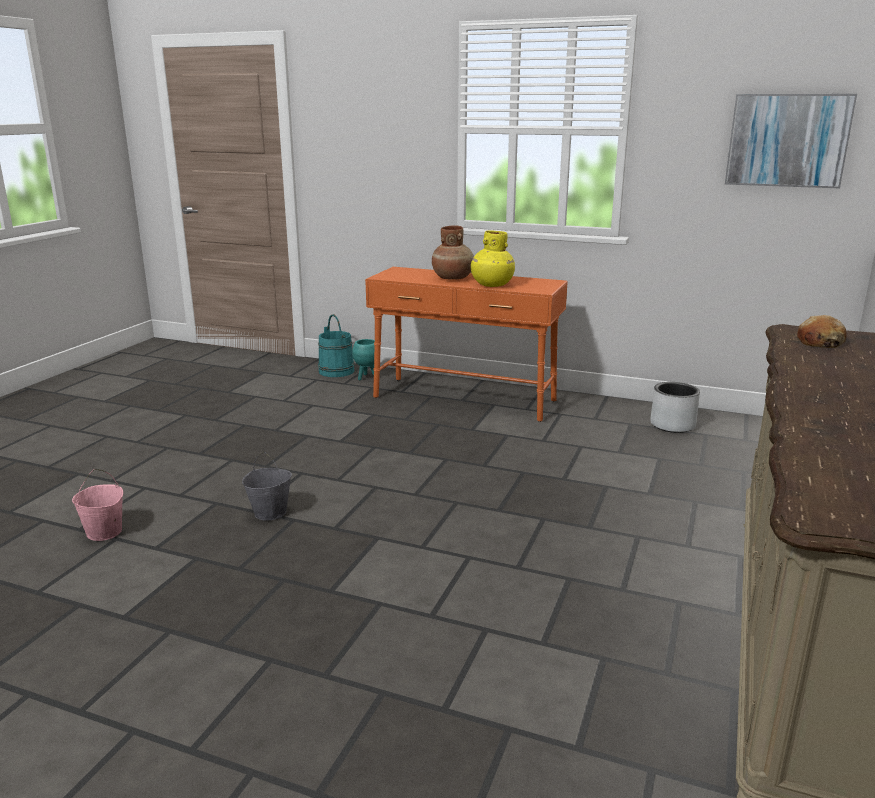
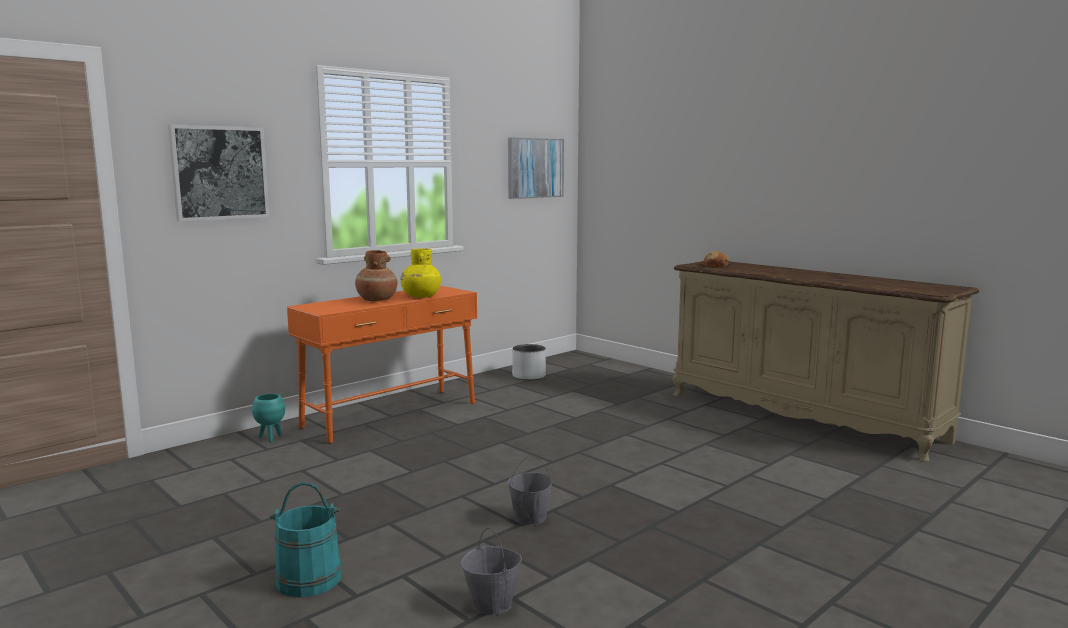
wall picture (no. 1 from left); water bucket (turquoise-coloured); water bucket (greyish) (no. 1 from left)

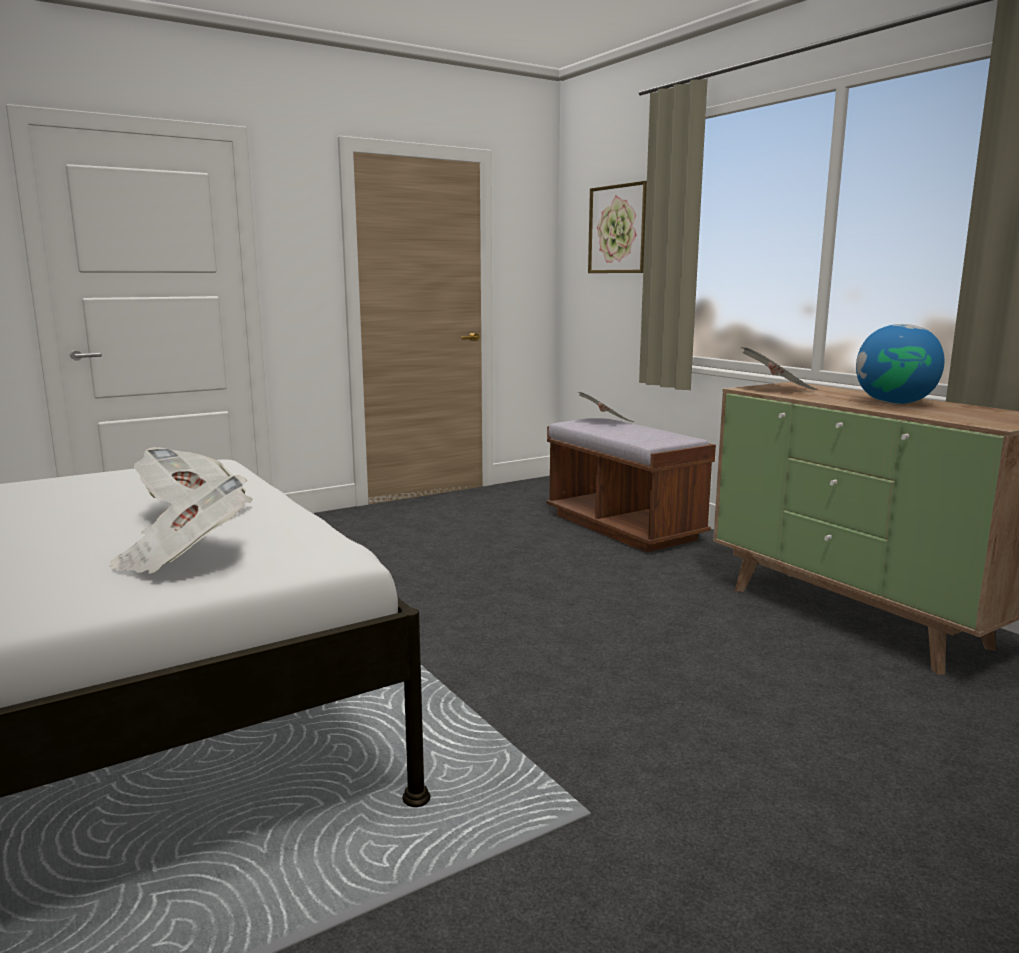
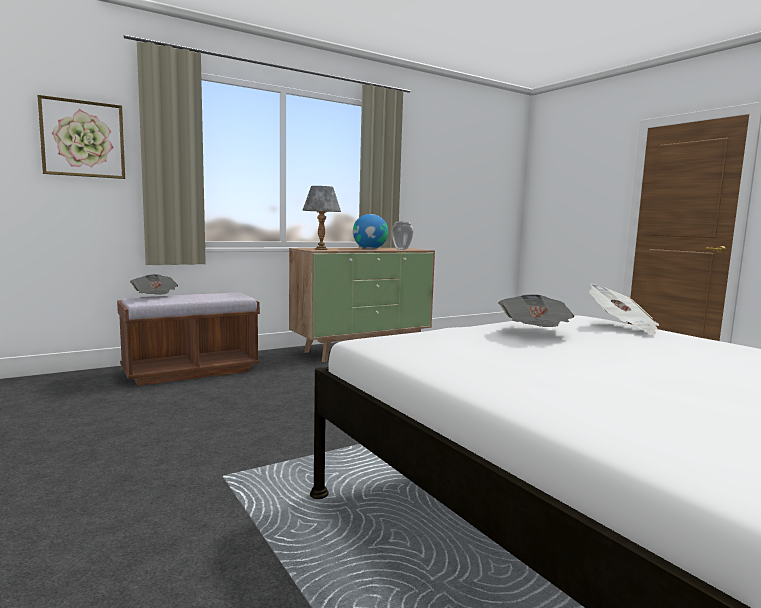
table lamp (greyish); vase

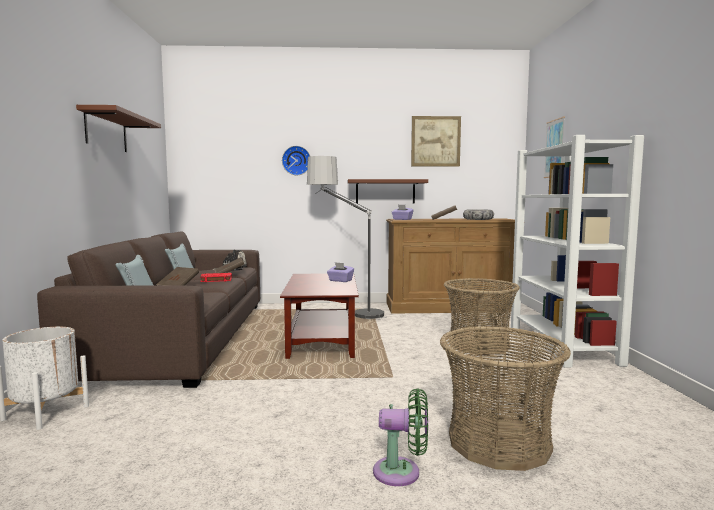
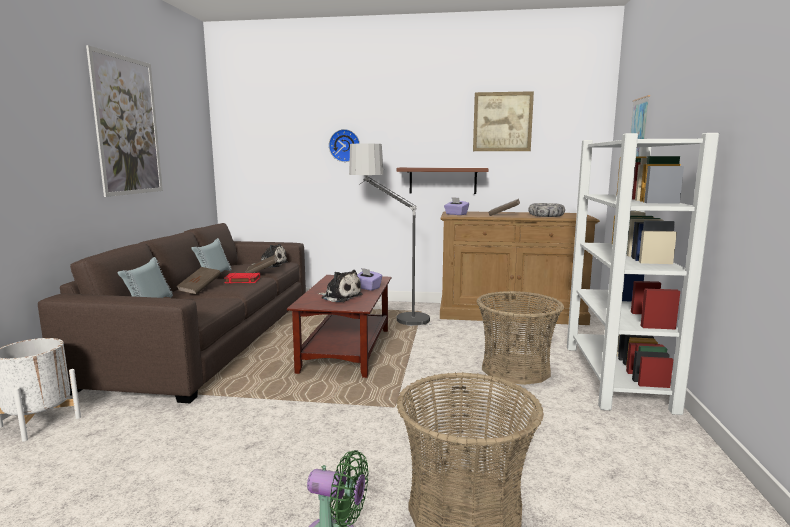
wall picture (no. 1 from left); cuddly toy (no. 2 from left)

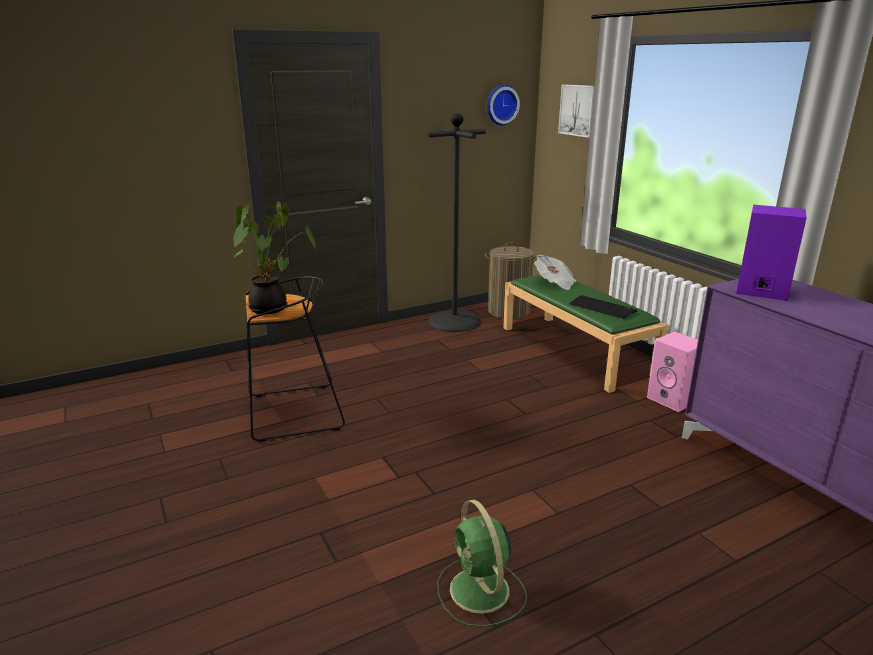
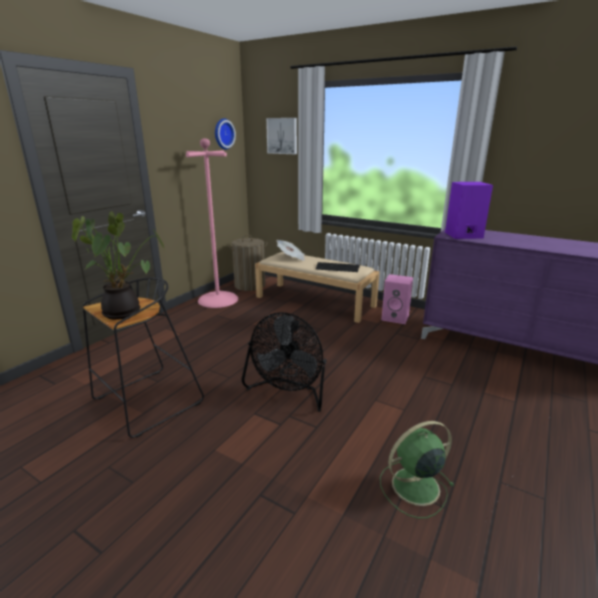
clothes rack (pinkish); electric fan (black); long seat (beige-coloured); electric fan (greenish)

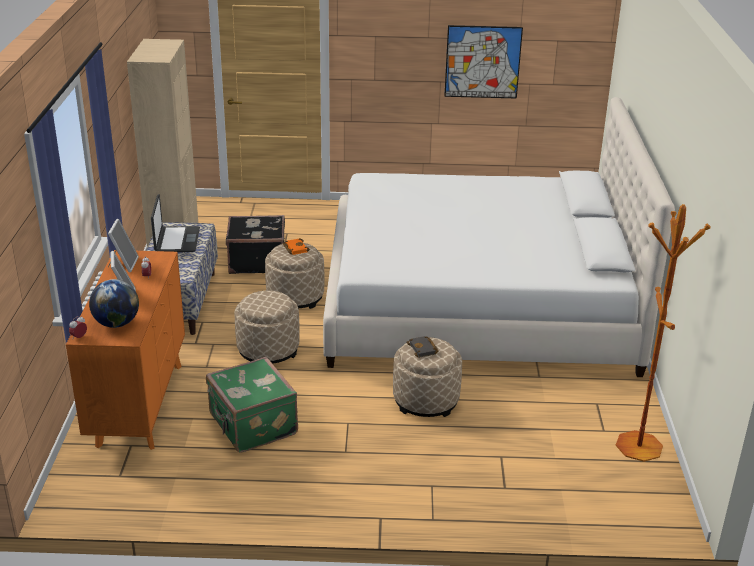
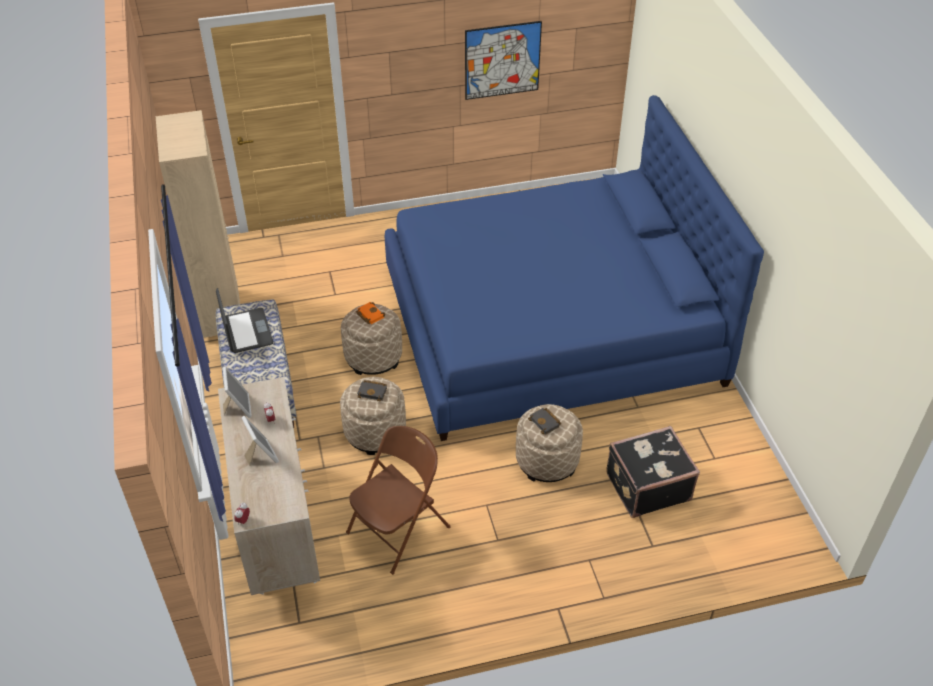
drawer chest (white-coloured); chair (brown-coloured); bound book (black) (no. 1 from left); sleeping bed (blue); travel case (black); desk globe; clothes rack (orange)

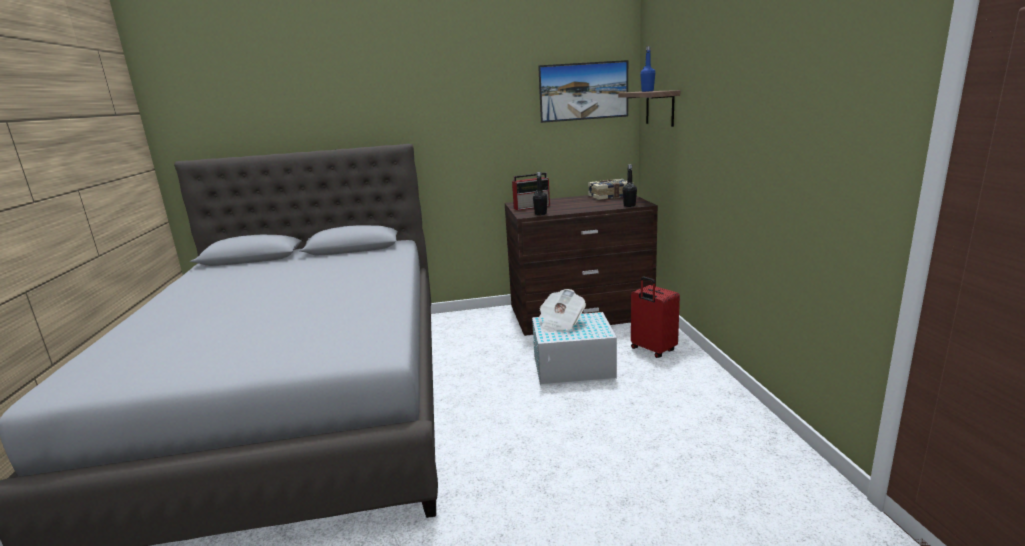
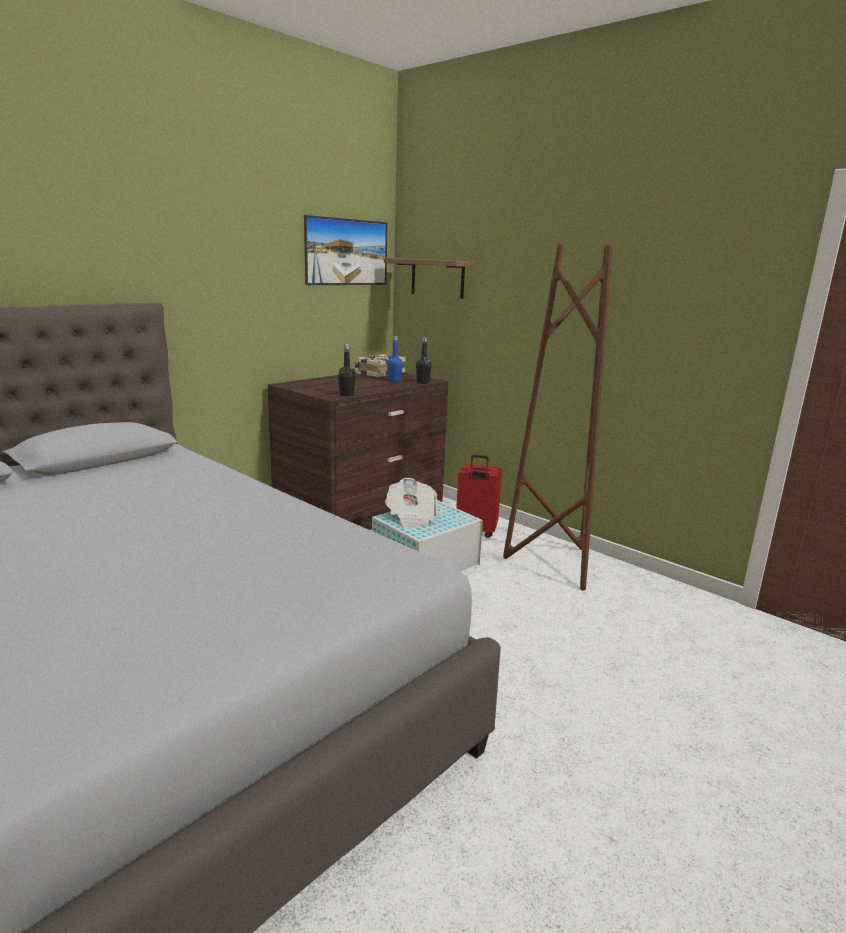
drink bottle (blue); clothes rack (brown-coloured); radio

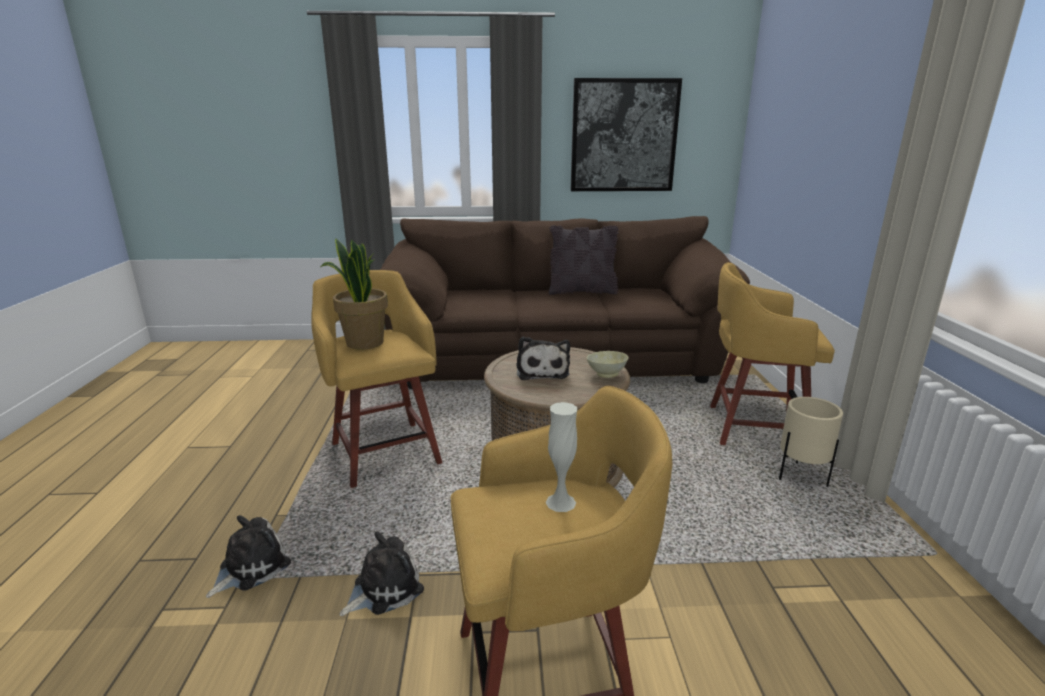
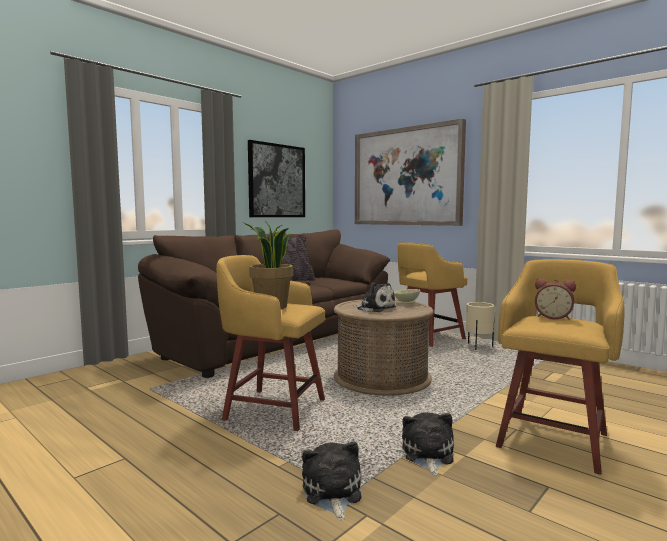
wall picture (no. 2 from left); bedside clock

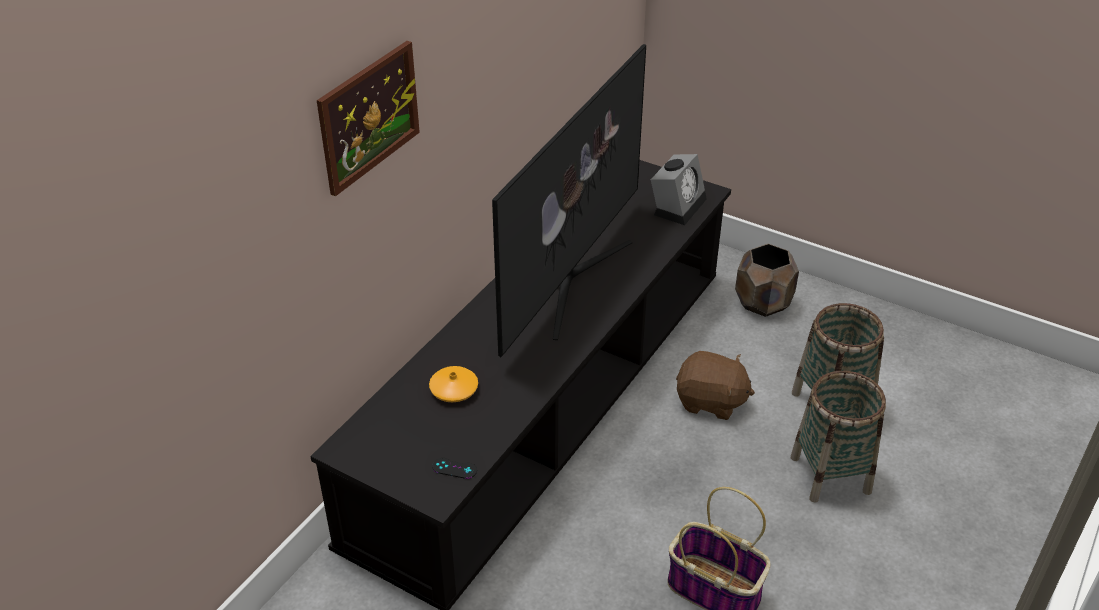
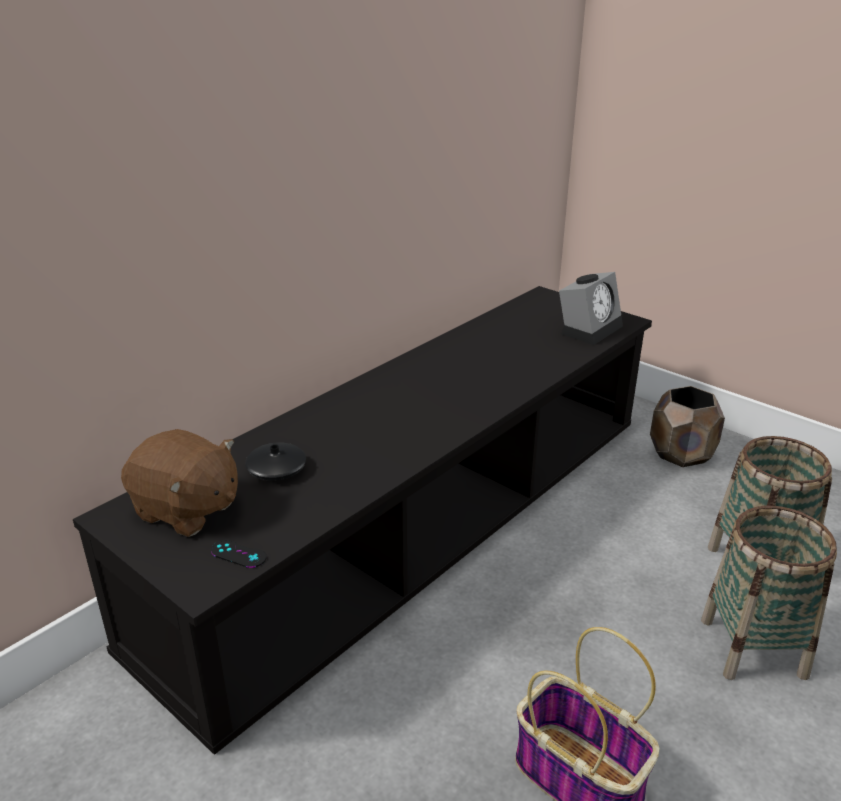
cuddly toy (brown-coloured); vase (black); wall picture; TV set

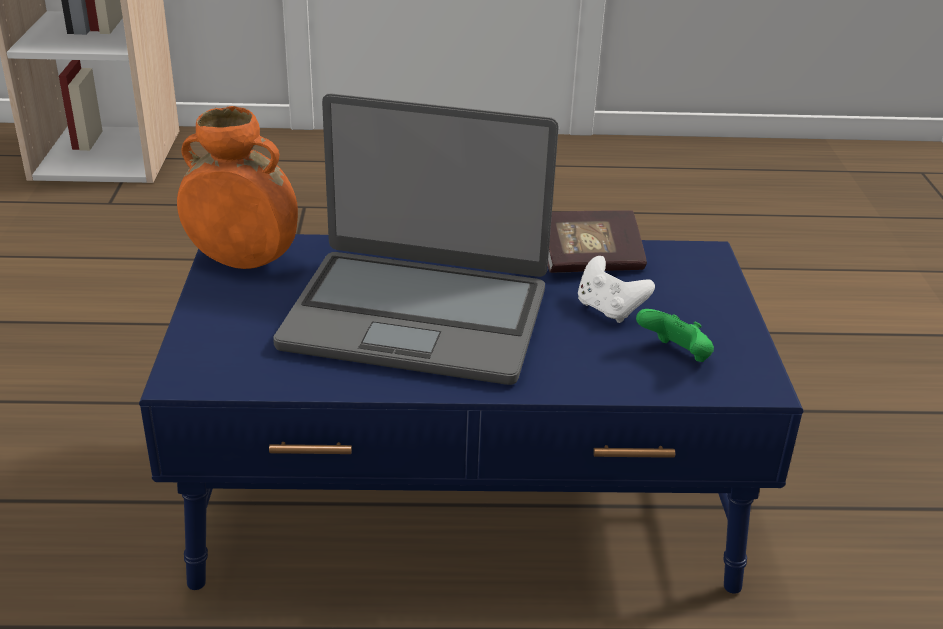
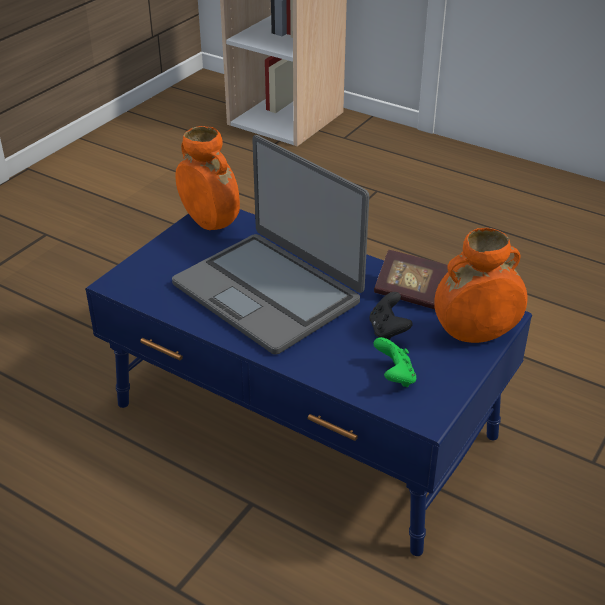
joypad (black); vase (orange) (no. 2 from left)

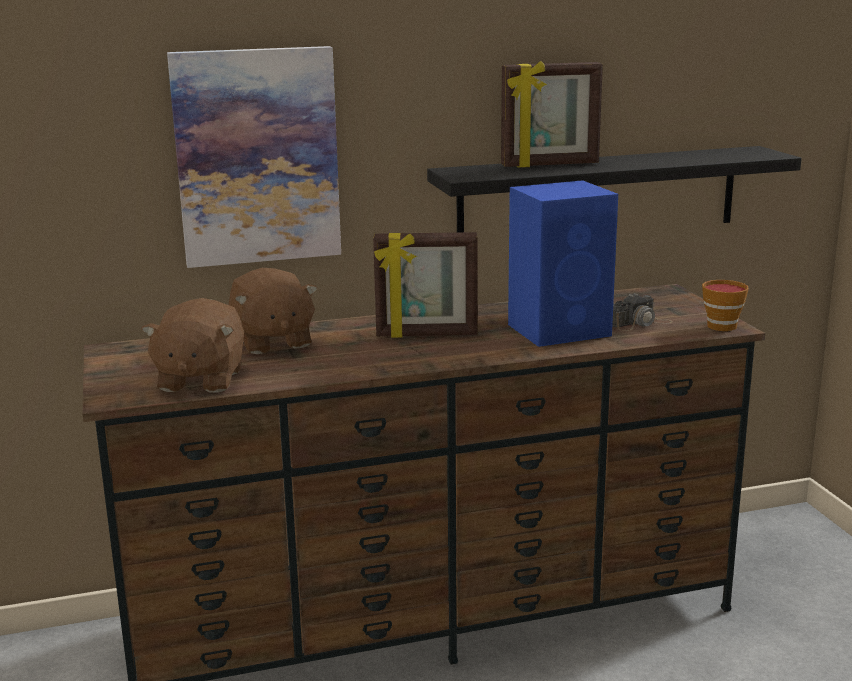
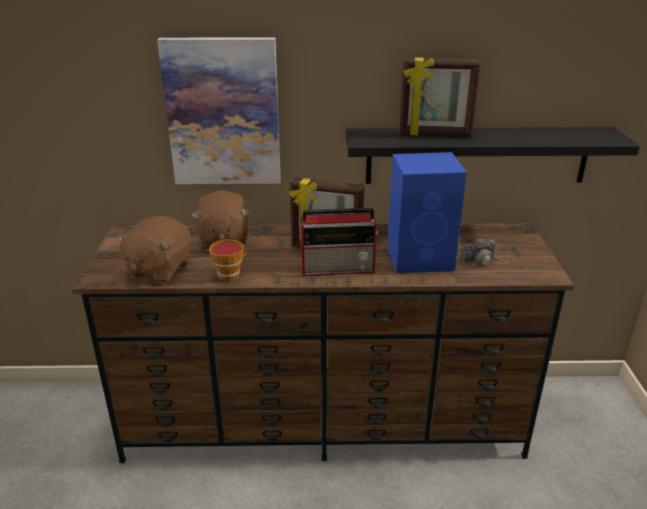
cup; radio

